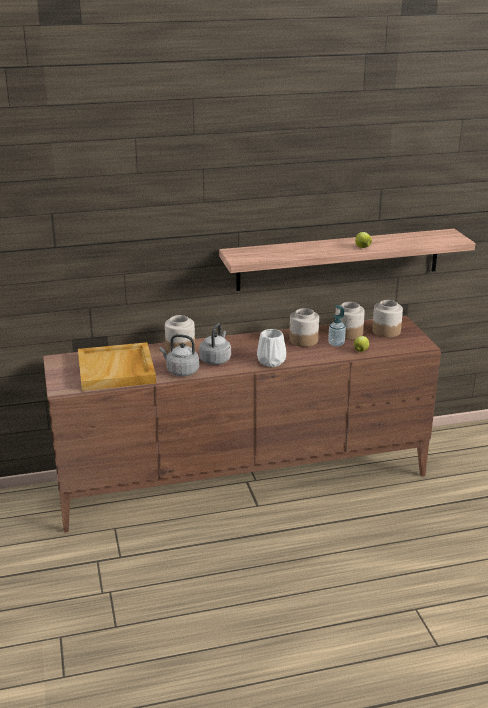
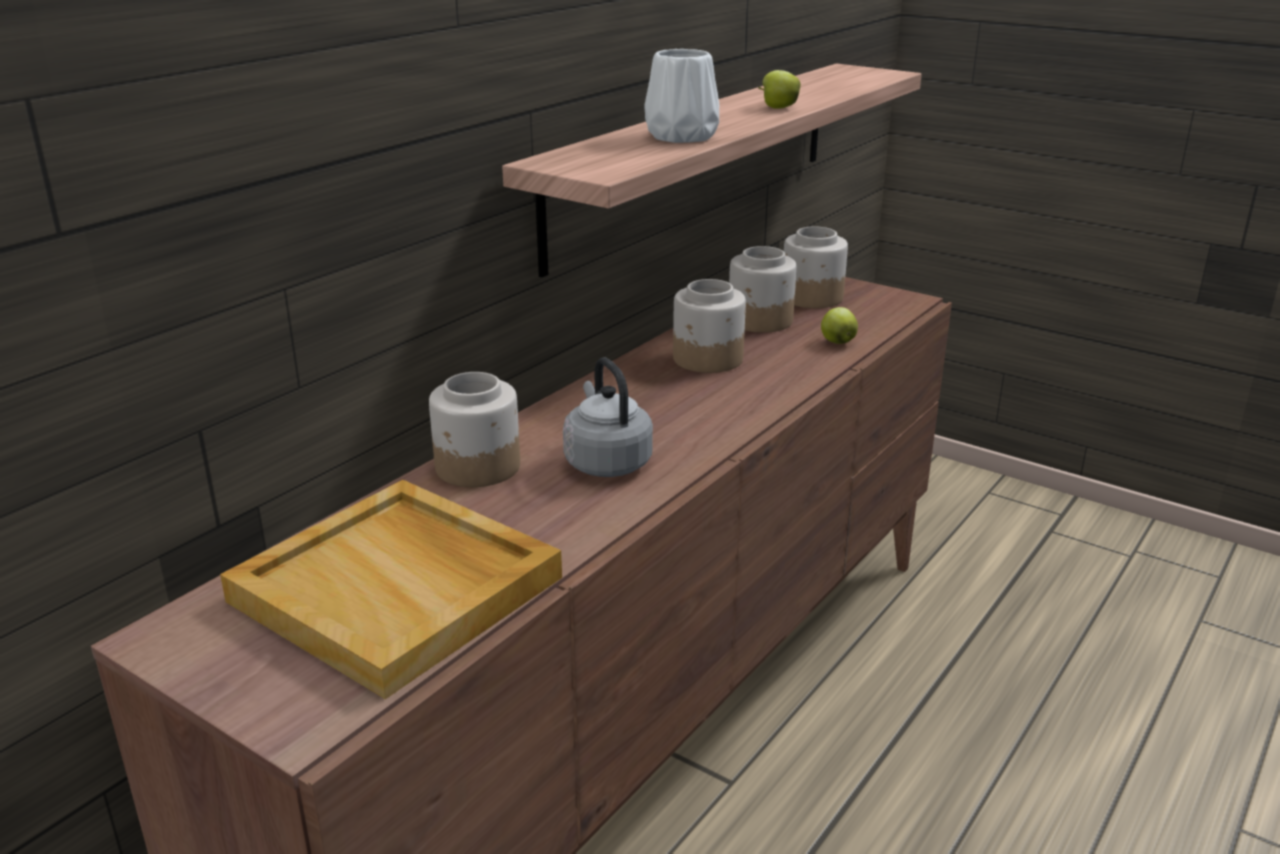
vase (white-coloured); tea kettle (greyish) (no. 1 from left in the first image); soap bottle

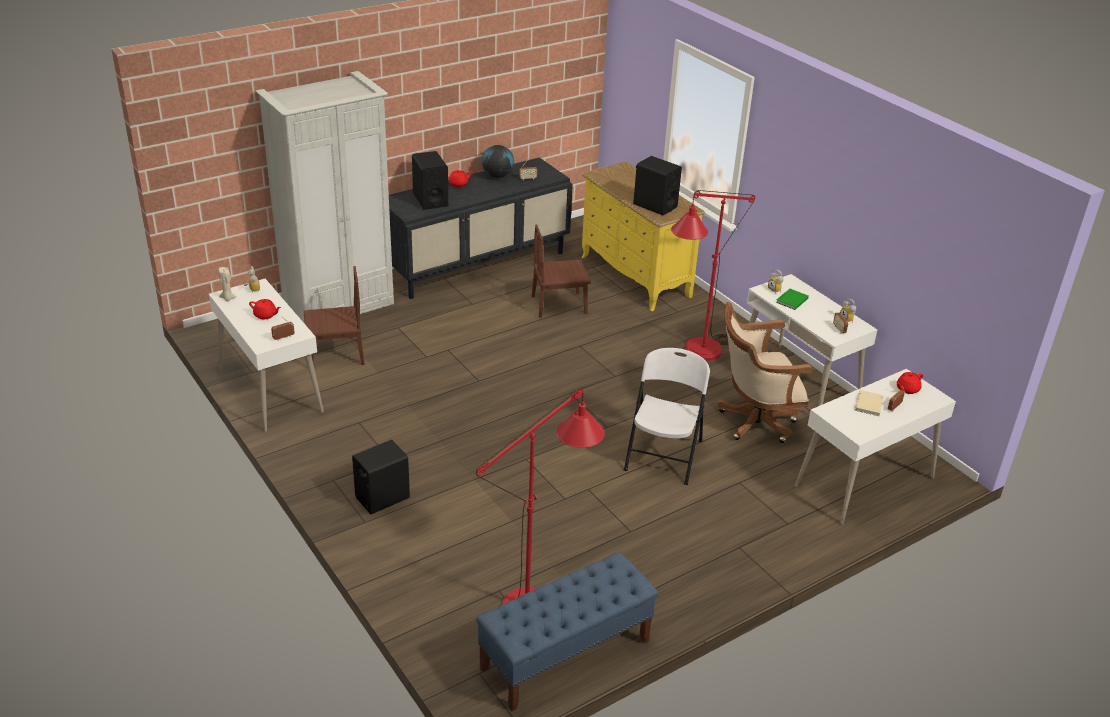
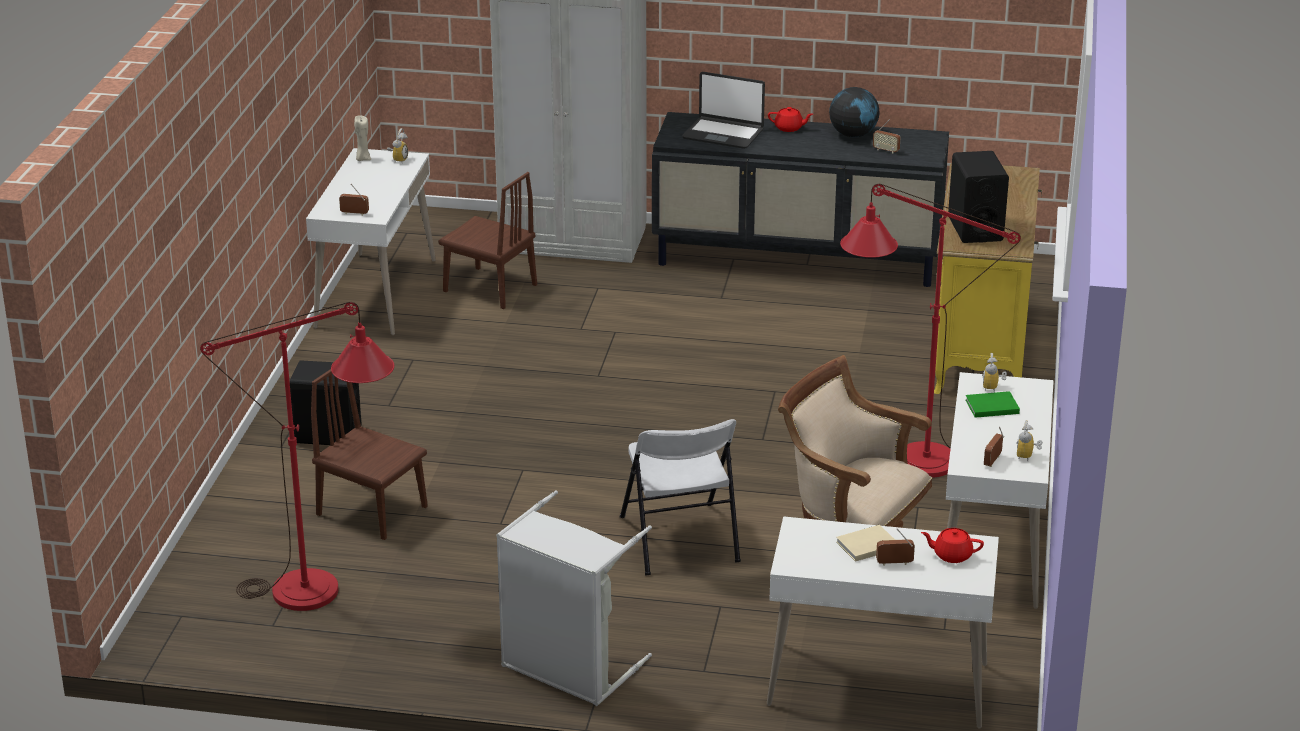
chair (brown-coloured) (no. 1 from left); laundry basket (greyish); chair (white-coloured); laptop; pot for tea (red-coloured) (no. 1 from left in the first image); long seat (blue)

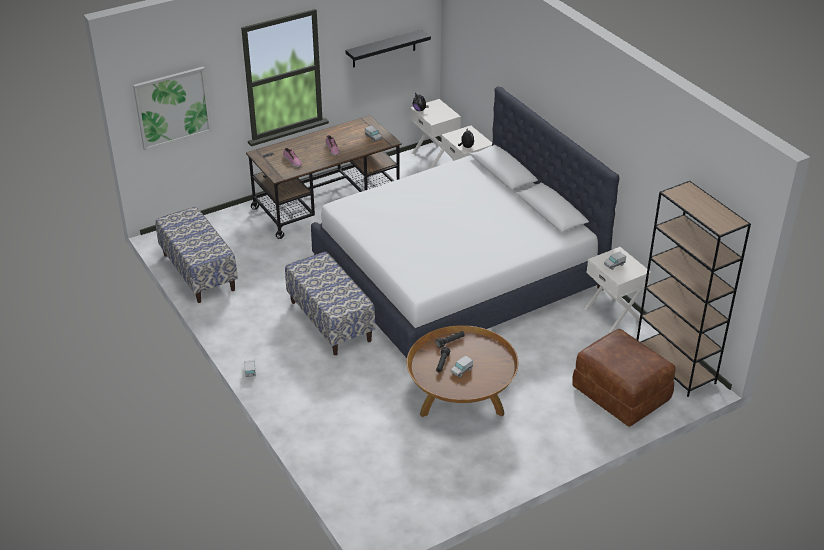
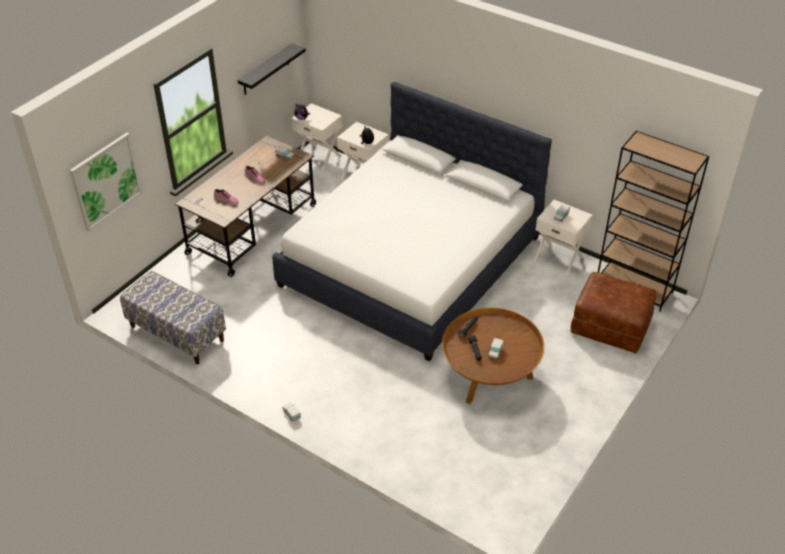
long seat (no. 2 from left in the first image)

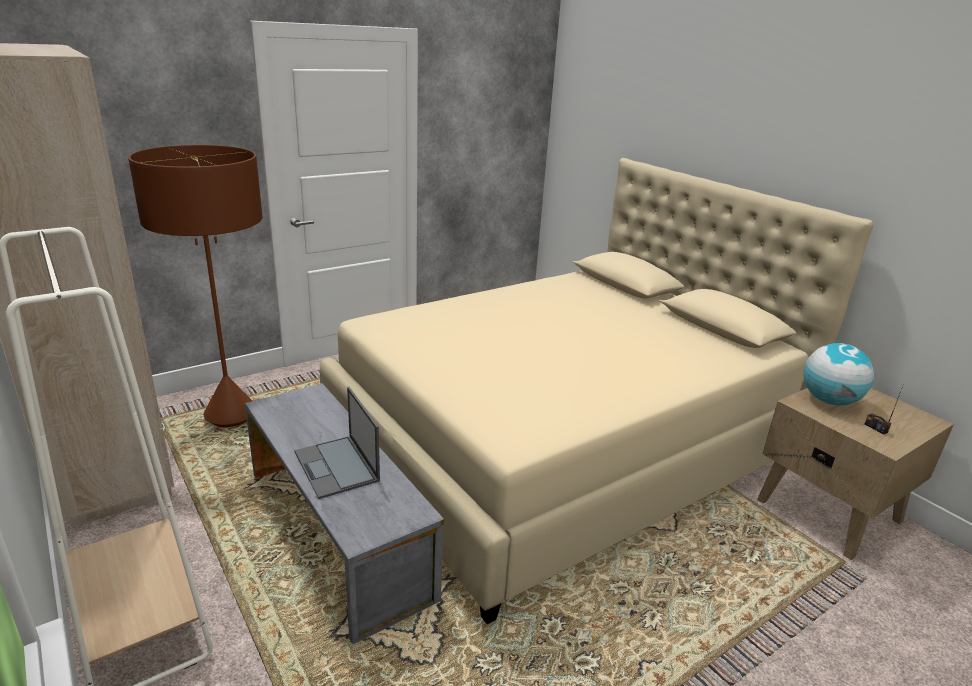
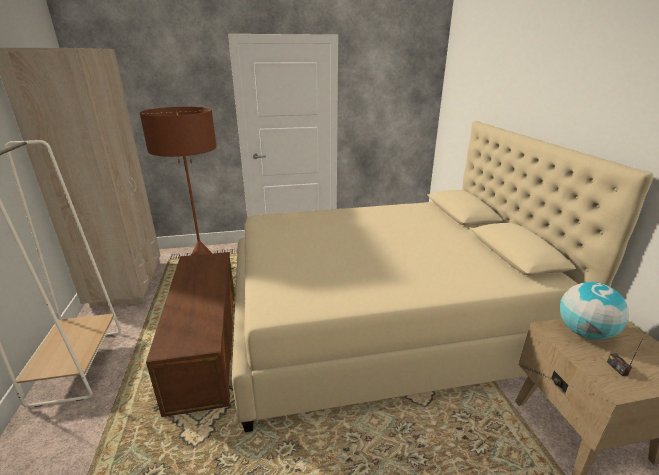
long seat (brown-coloured); laptop

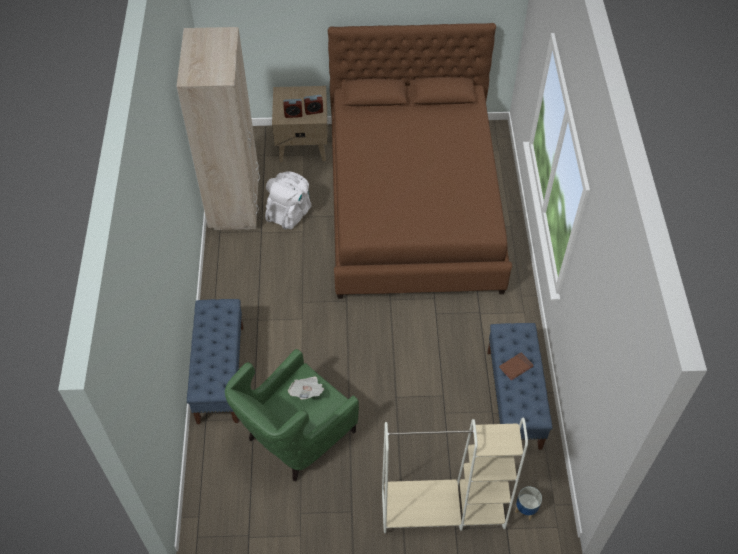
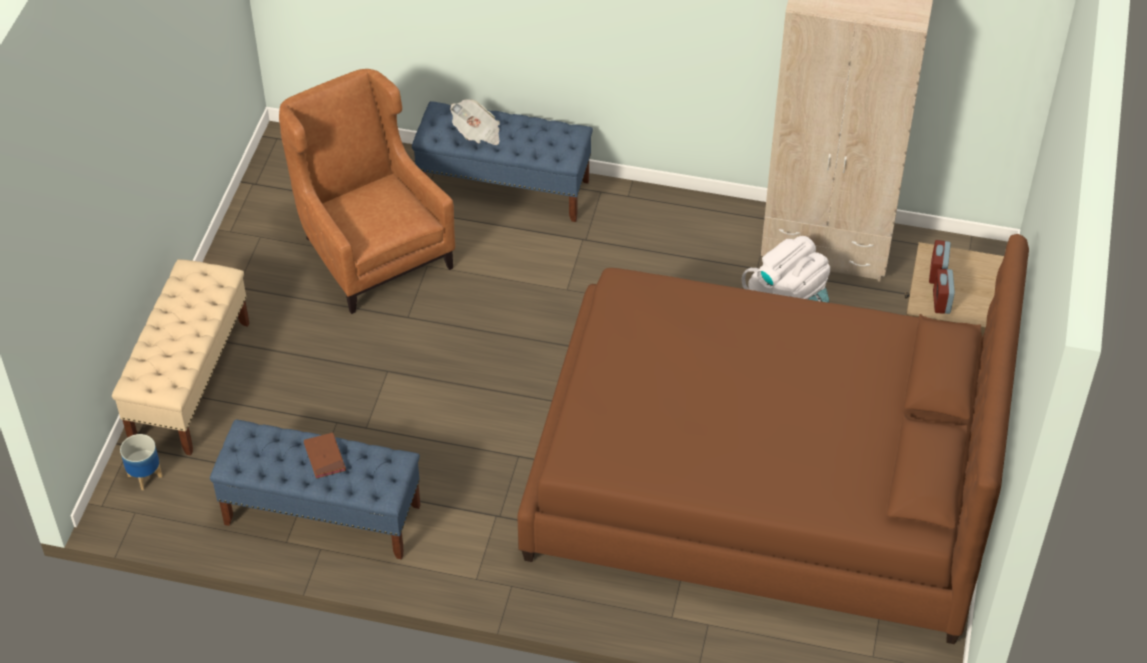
long seat (beige-coloured); armchair (brown-coloured); printed paper

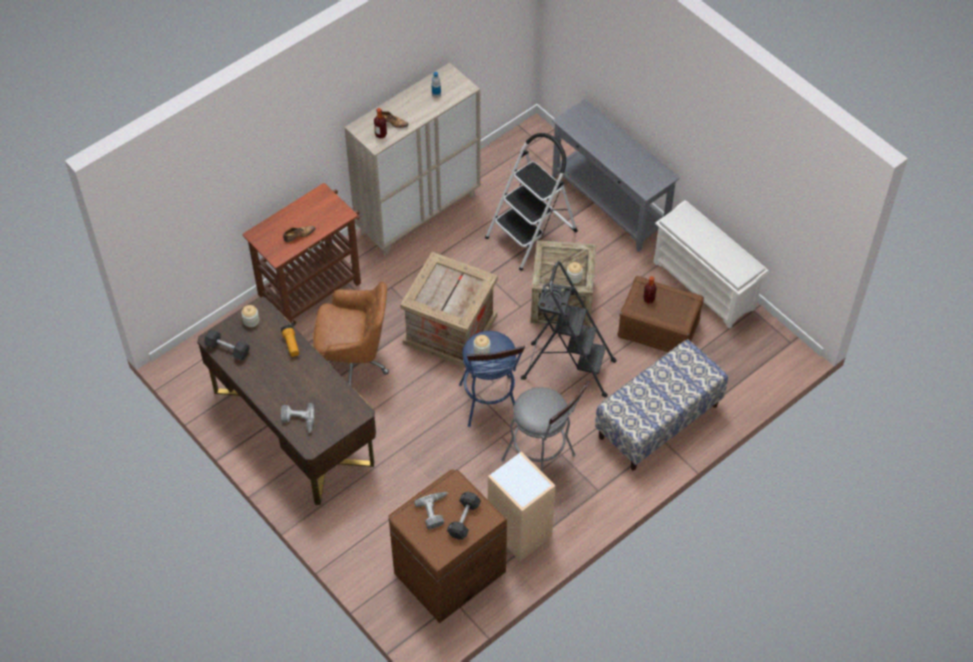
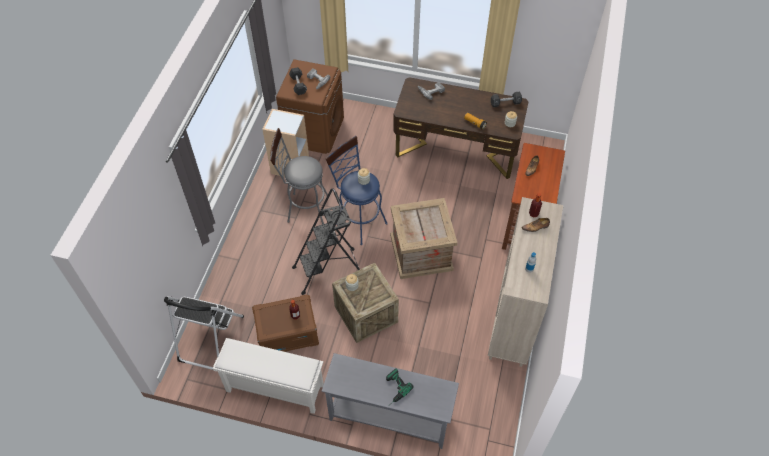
step ladder (no. 1 from left); drill (no. 2 from left); computer chair (brown-coloured); long seat

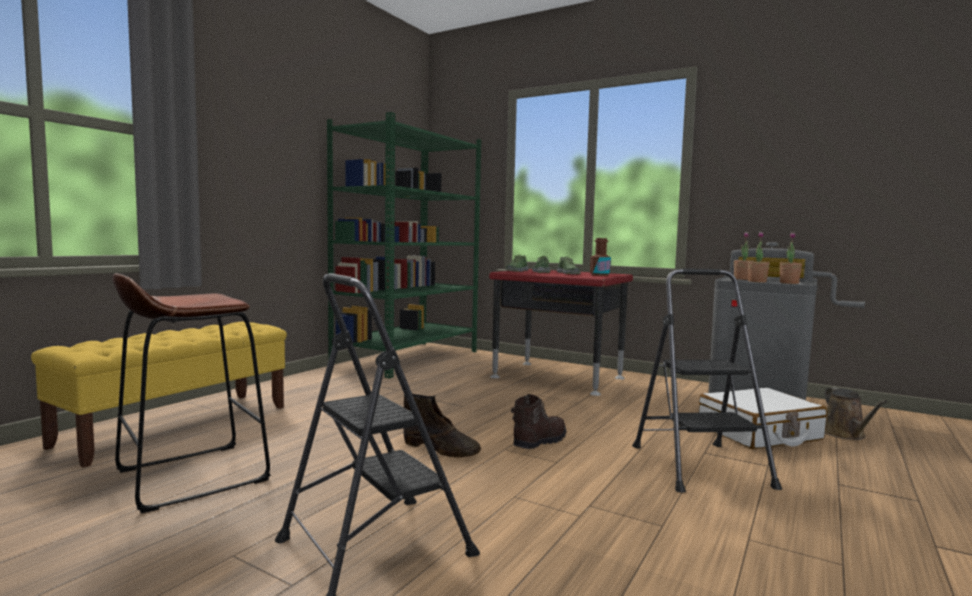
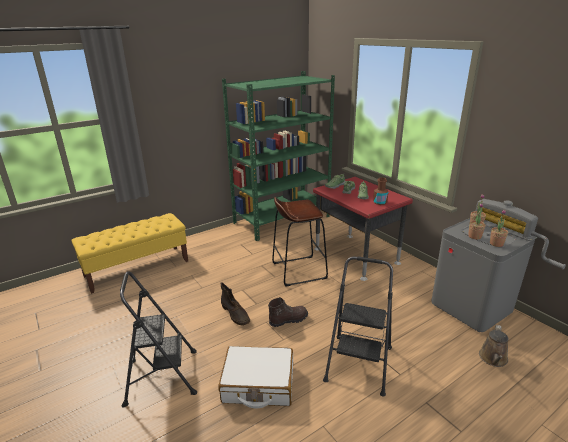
travel case (white-coloured); stool (brown-coloured)

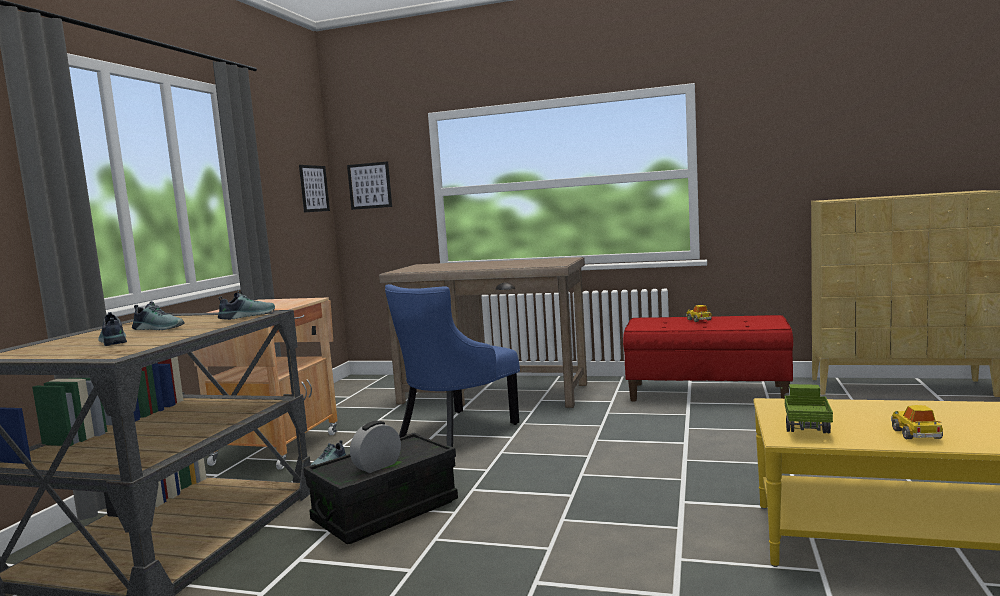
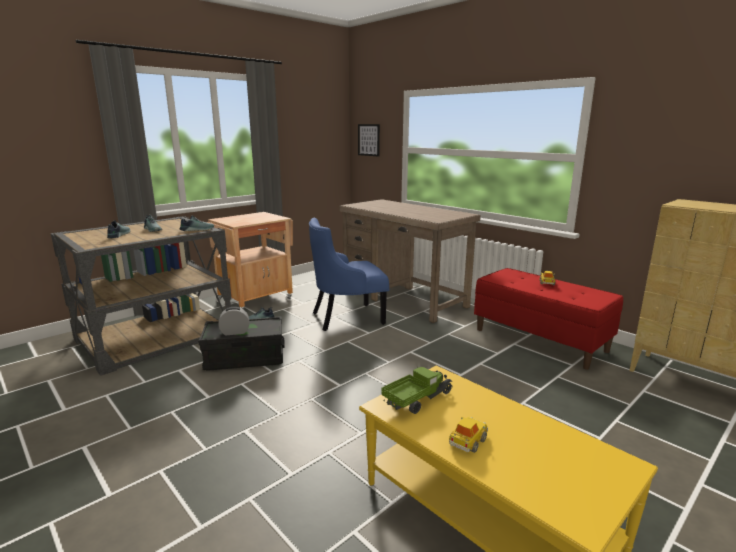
wall picture (no. 1 from left in the first image)

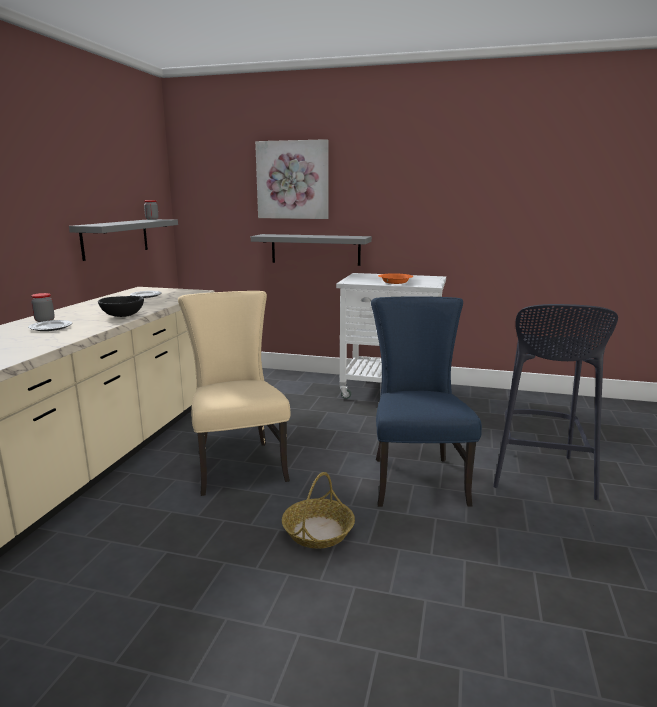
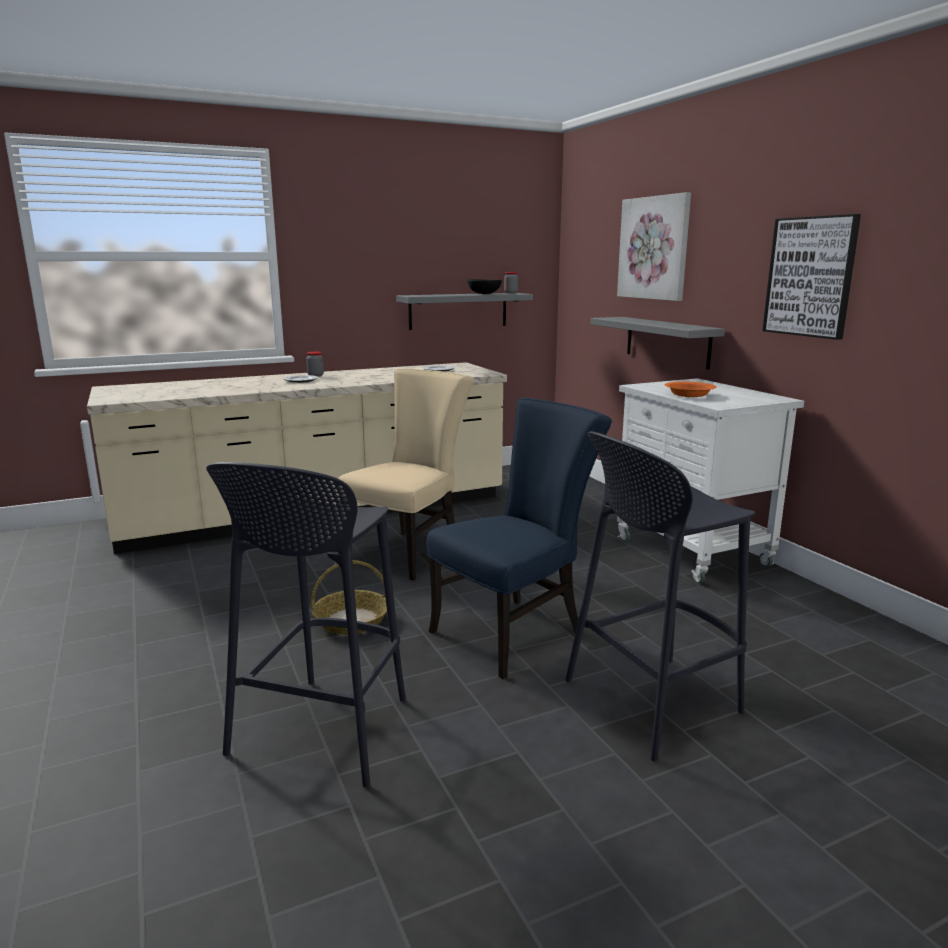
stool (greyish) (no. 1 from left); deep dish (black); wall picture (no. 2 from left)

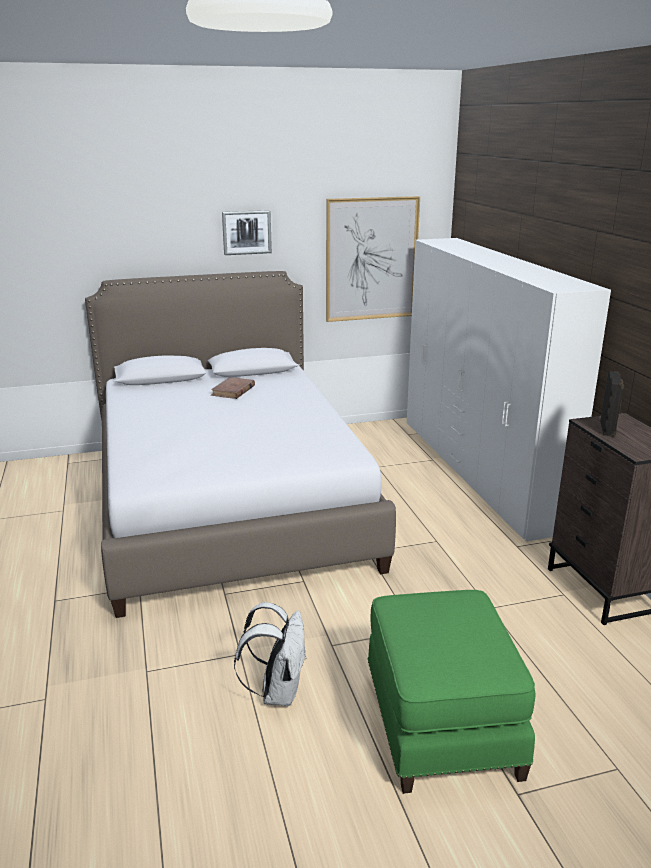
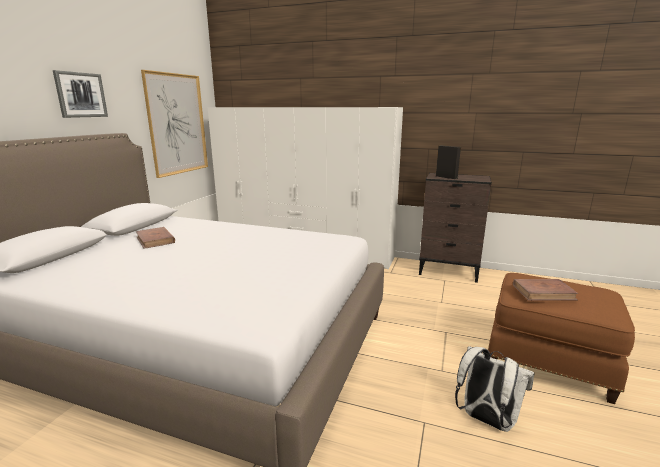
pouffe (brown-coloured); bound book (brown-coloured) (no. 2 from left)

